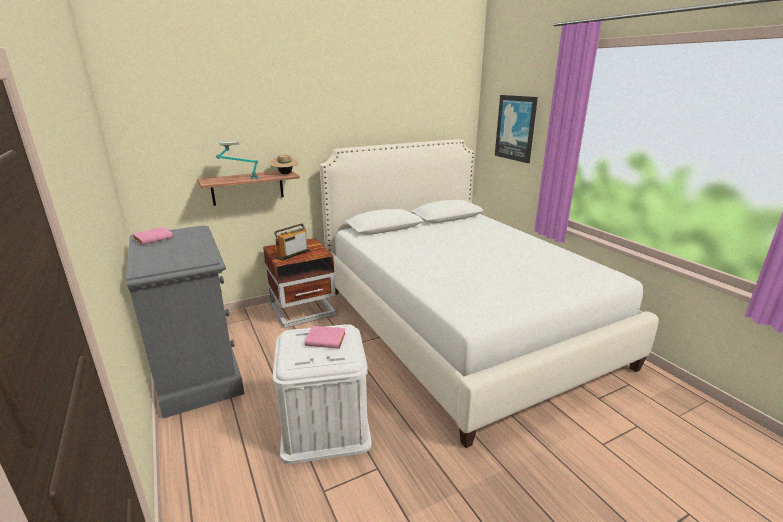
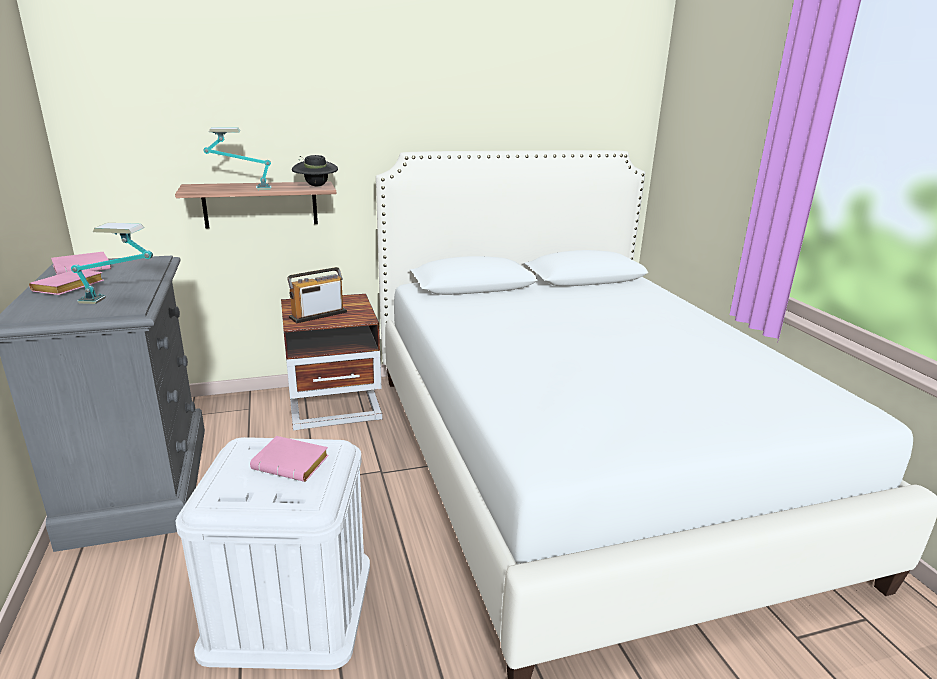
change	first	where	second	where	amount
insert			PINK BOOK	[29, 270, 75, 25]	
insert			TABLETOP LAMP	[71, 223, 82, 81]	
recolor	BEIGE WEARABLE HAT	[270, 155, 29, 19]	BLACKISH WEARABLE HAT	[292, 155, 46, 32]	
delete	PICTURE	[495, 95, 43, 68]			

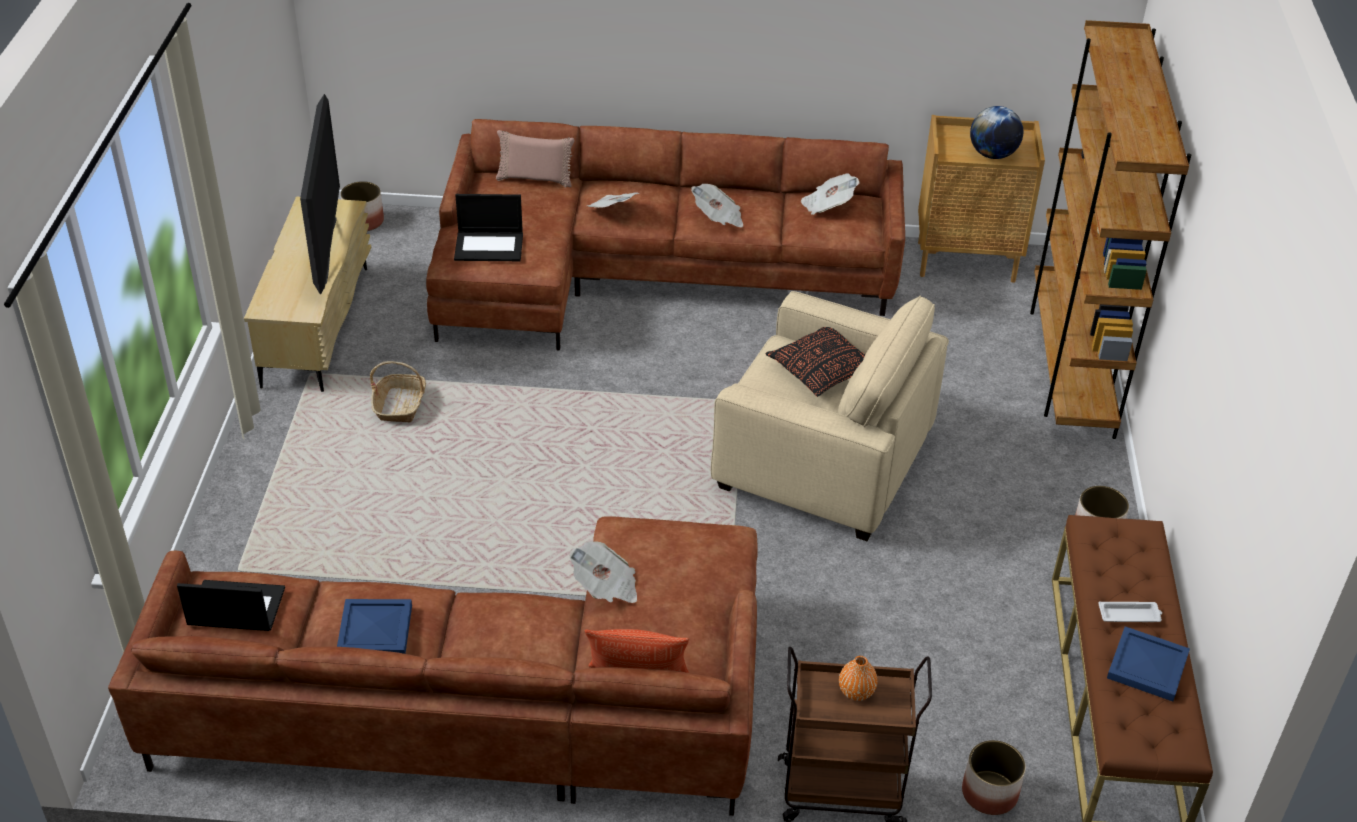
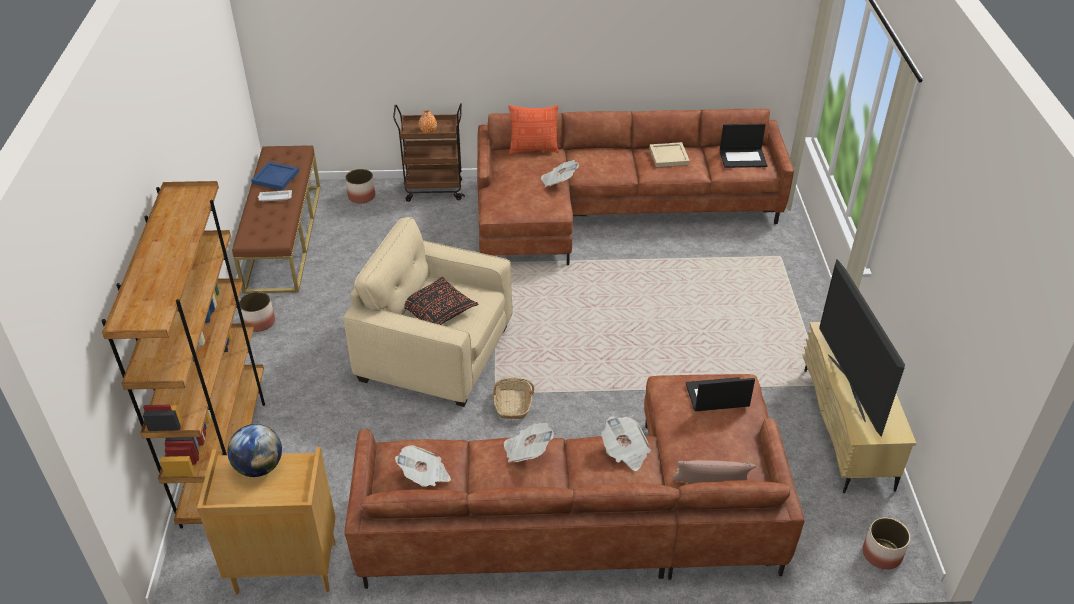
change	first	where	second	where	amount
move	HOUSEHOLD BASKET	[370, 361, 56, 62]		[493, 377, 41, 42]	
recolor	BLUISH SERVING TRAY	[337, 599, 75, 55]	BEIGE SERVING TRAY	[649, 142, 41, 25]	

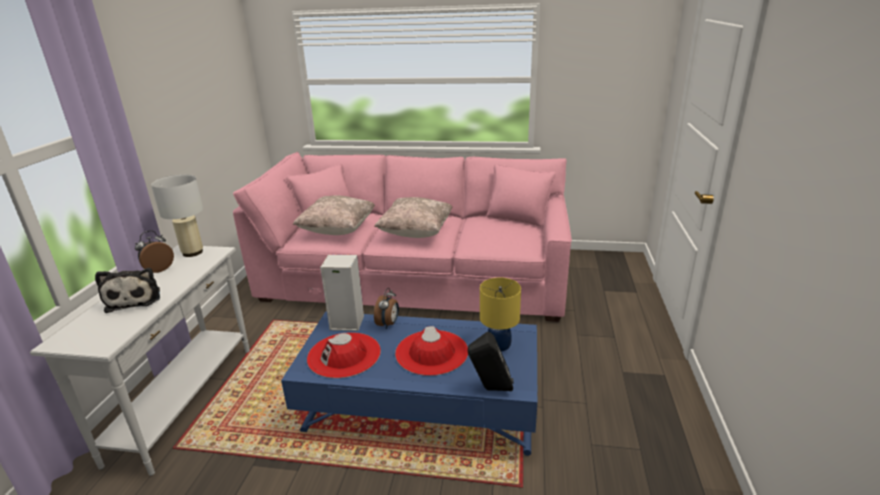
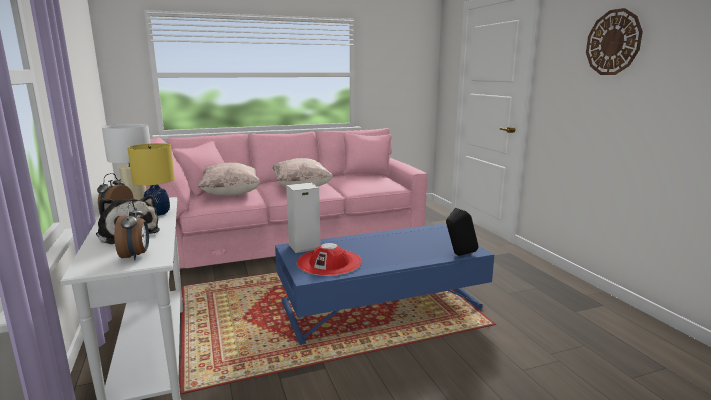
change	first	where	second	where	amount
move	TABLE CLOCK	[374, 288, 25, 41]		[114, 201, 35, 59]	
move	YELLOWISH TABLETOP LAMP	[480, 278, 41, 74]		[128, 143, 47, 73]	
insert			CLOCK ON THE WALL	[586, 8, 57, 67]	
delete	RED WEARABLE HAT	[395, 326, 73, 50]			

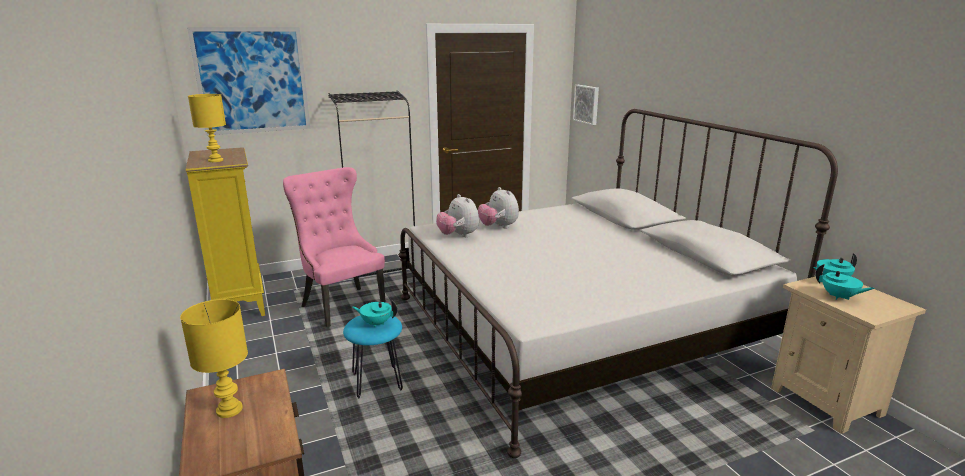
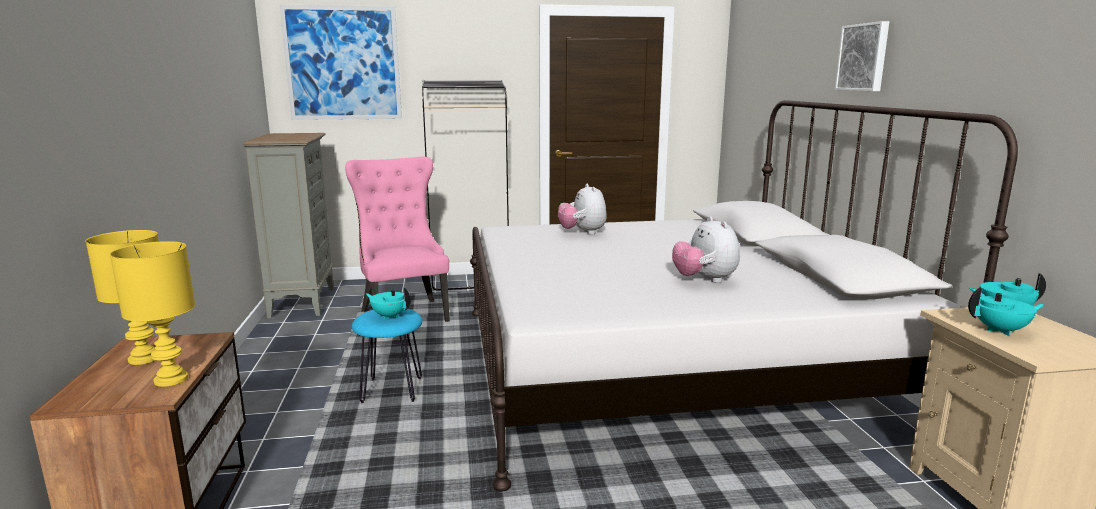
change	first	where	second	where	amount
move	YELLOWISH TABLETOP LAMP	[188, 94, 38, 68]		[110, 241, 85, 146]	
recolor	YELLOWISH CHEST OF DRAWERS	[186, 147, 79, 169]	GREY CHEST OF DRAWERS	[243, 133, 91, 185]	
move	SOFT TOY	[436, 194, 43, 43]		[672, 216, 68, 67]	
move	PICTURE	[573, 85, 26, 40]		[835, 21, 54, 70]	
rotate	TURQUOISE POT FOR TEA	[816, 264, 59, 36]		[968, 287, 76, 49]	60 degrees counterclockwise

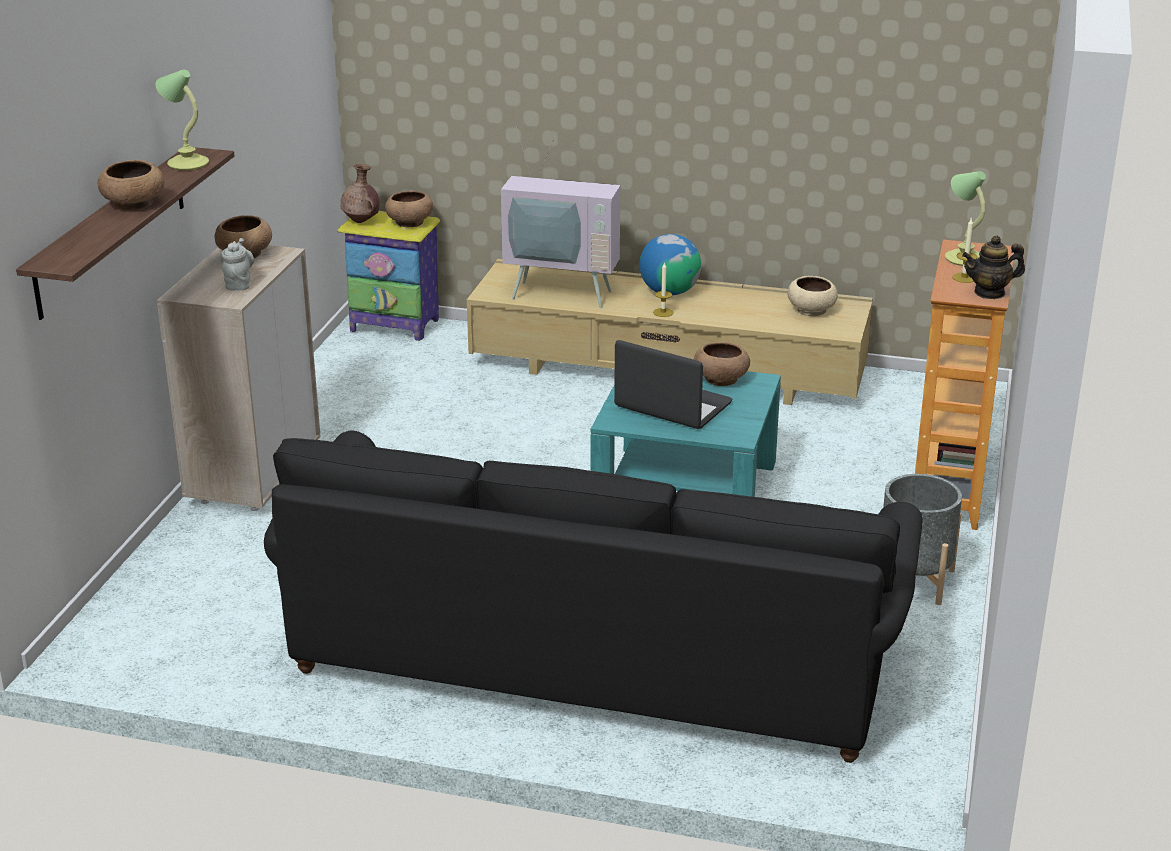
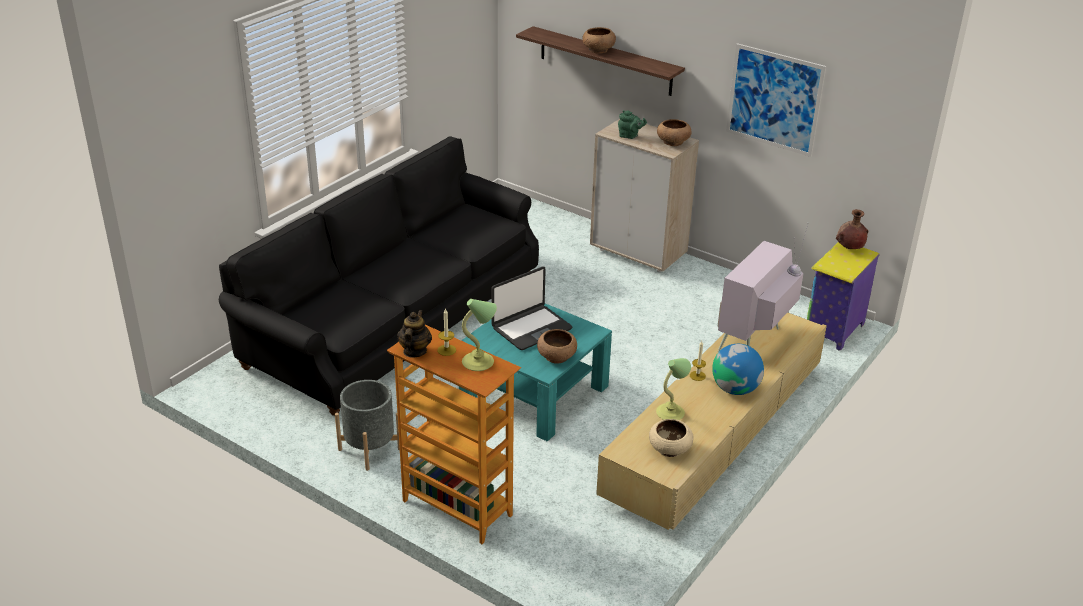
change	first	where	second	where	amount
recolor	GREY POT FOR TEA	[220, 238, 34, 52]	GREENISH POT FOR TEA	[618, 110, 29, 29]	
move	TABLETOP LAMP	[156, 69, 53, 101]		[656, 358, 35, 62]	
insert			PICTURE	[726, 43, 100, 114]	
delete	BROWNISH BOWL	[385, 191, 48, 36]			

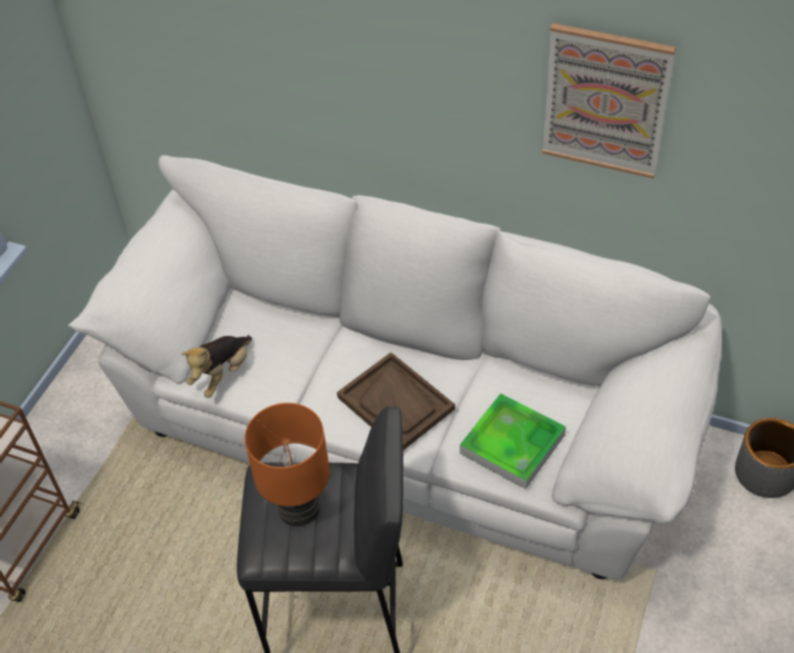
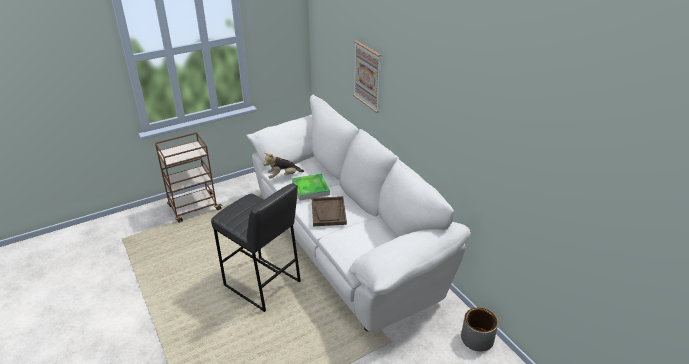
change	first	where	second	where	amount
move	SERVING TRAY	[460, 393, 106, 96]		[292, 173, 38, 28]	
move	PICTURE	[542, 23, 134, 156]		[353, 40, 28, 73]	
delete	ORANGEY TABLETOP LAMP	[245, 403, 85, 123]			

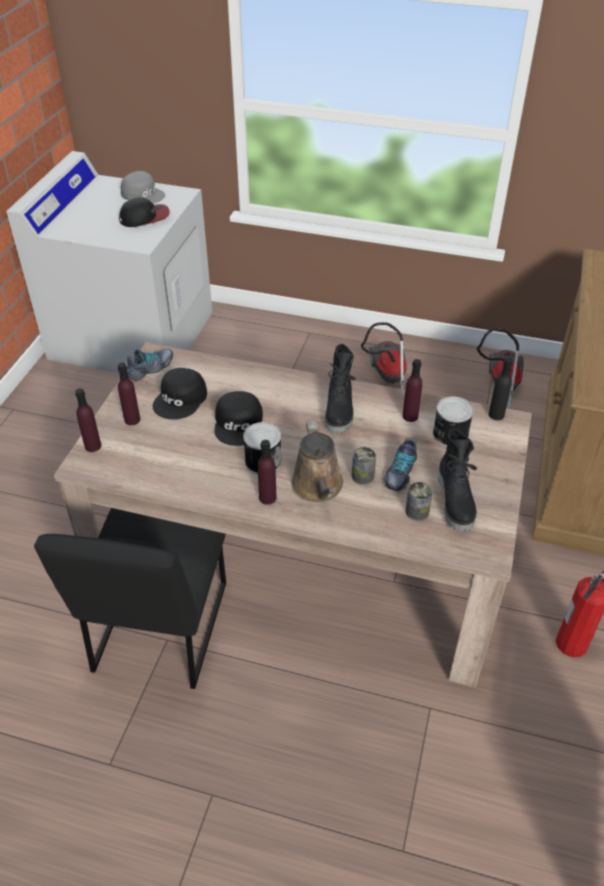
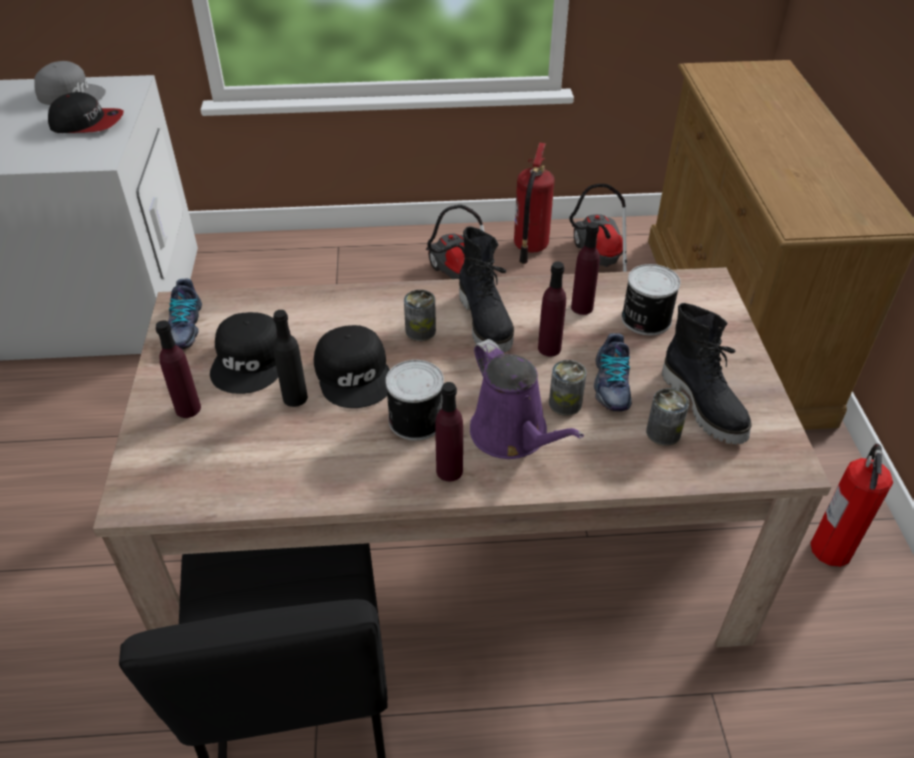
change	first	where	second	where	amount
rotate	CAP	[119, 197, 51, 30]		[48, 92, 76, 41]	45 degrees clockwise
rotate	ITEM OF FOOTWEAR	[127, 348, 46, 33]		[168, 278, 34, 72]	150 degrees clockwise
move	BLACKISH BOTTLE	[489, 358, 24, 62]		[273, 310, 35, 97]	
insert			SEALED CAN	[404, 290, 32, 51]	
recolor	BROWNISH SPRINKLING CAN	[291, 421, 52, 81]	PURPLE-COLOURED SPRINKLING CAN	[470, 339, 114, 120]	
insert			FIRE EXTINGUISHER	[514, 142, 40, 122]	
move	PURPLE-COLOURED BOTTLE	[75, 388, 26, 64]		[538, 261, 28, 95]	

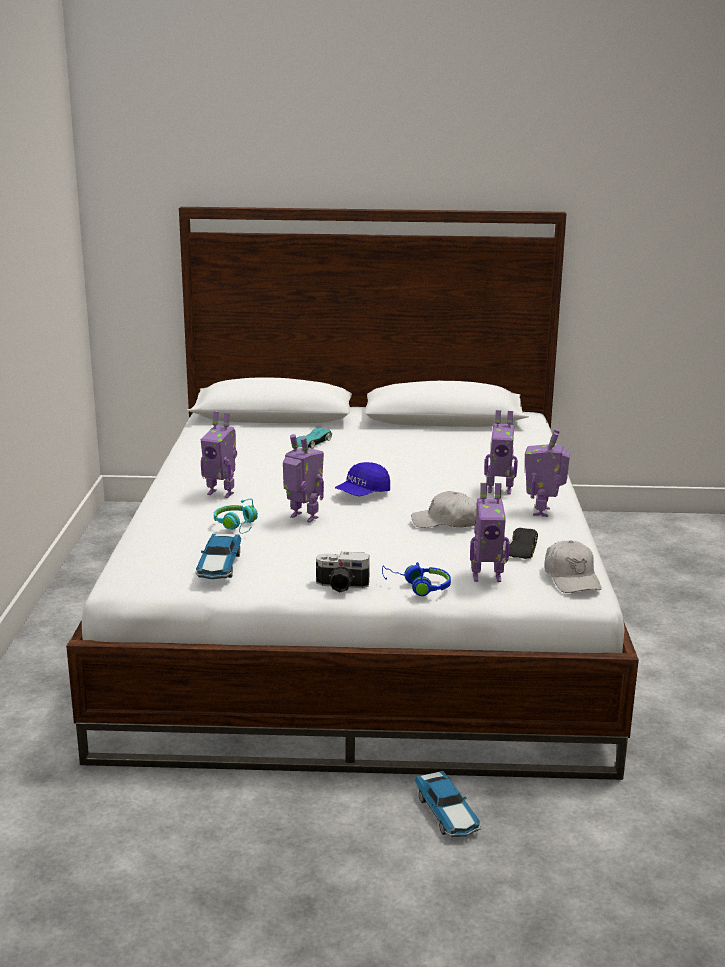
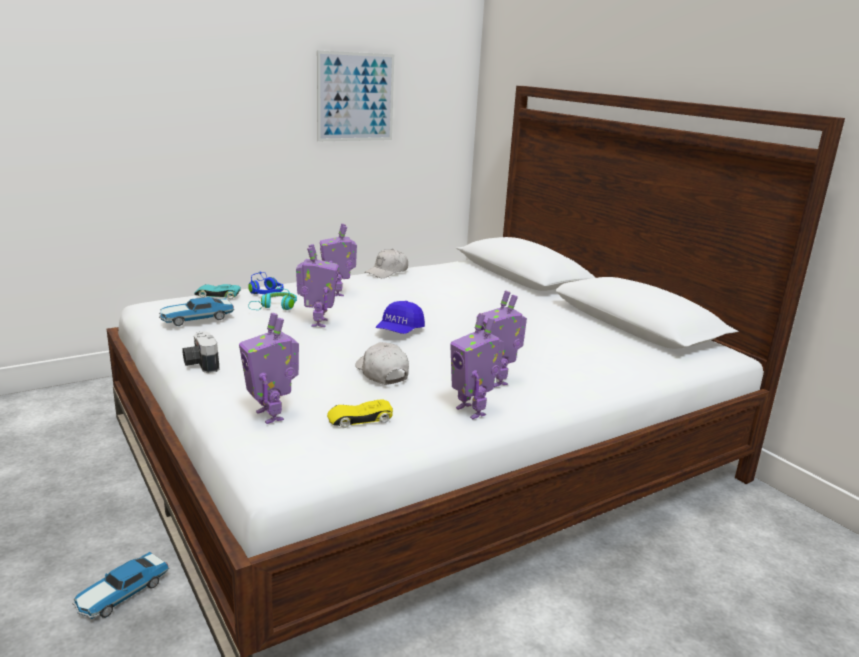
change	first	where	second	where	amount
move	TURQUOISE TOY CAR	[296, 428, 36, 20]		[194, 284, 47, 15]	
move	BLUISH PAIR OF HEADPHONES	[382, 562, 69, 34]		[248, 272, 36, 22]	
insert			PICTURE	[317, 51, 77, 90]	
recolor	BLACKISH TOY CAR	[509, 528, 29, 31]	YELLOWISH TOY CAR	[327, 399, 66, 29]	
move	WHITE-COLOURED CAP	[545, 540, 57, 53]		[364, 249, 44, 29]	
rotate	BLUISH CAP	[335, 462, 55, 34]		[376, 301, 49, 33]	75 degrees counterclockwise
rotate	ROBOT FIGURE	[525, 429, 45, 88]		[450, 313, 54, 106]	105 degrees counterclockwise

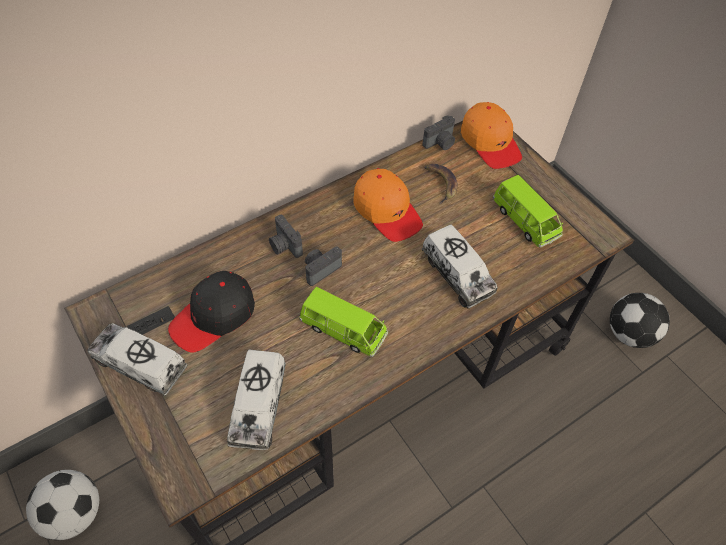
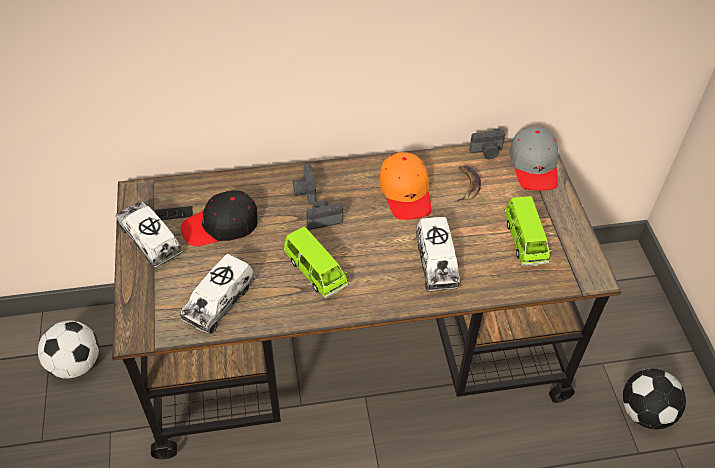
change	first	where	second	where	amount
recolor	ORANGEY CAP	[461, 102, 61, 67]	GREY CAP	[509, 126, 50, 65]	

